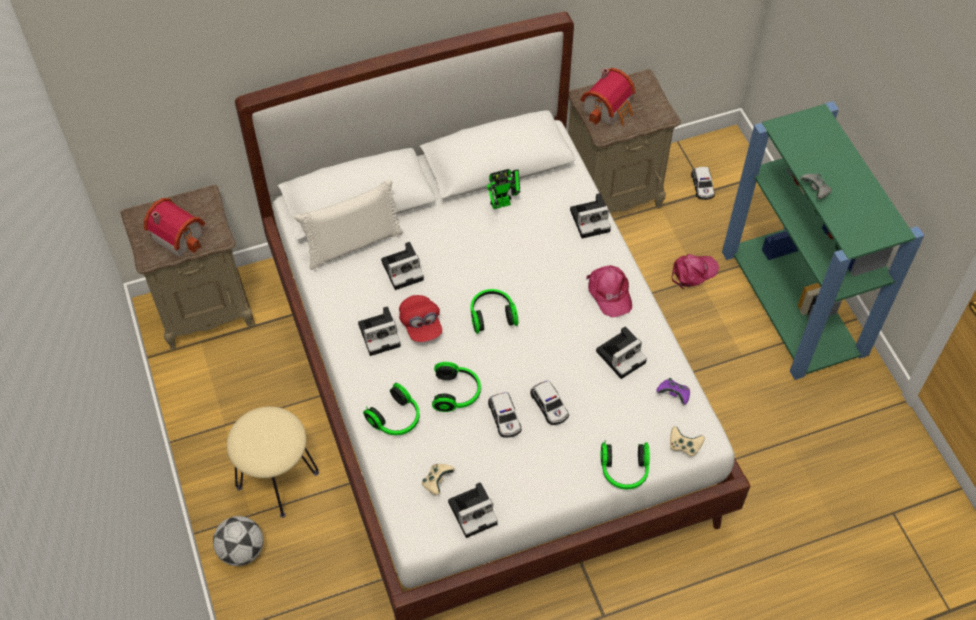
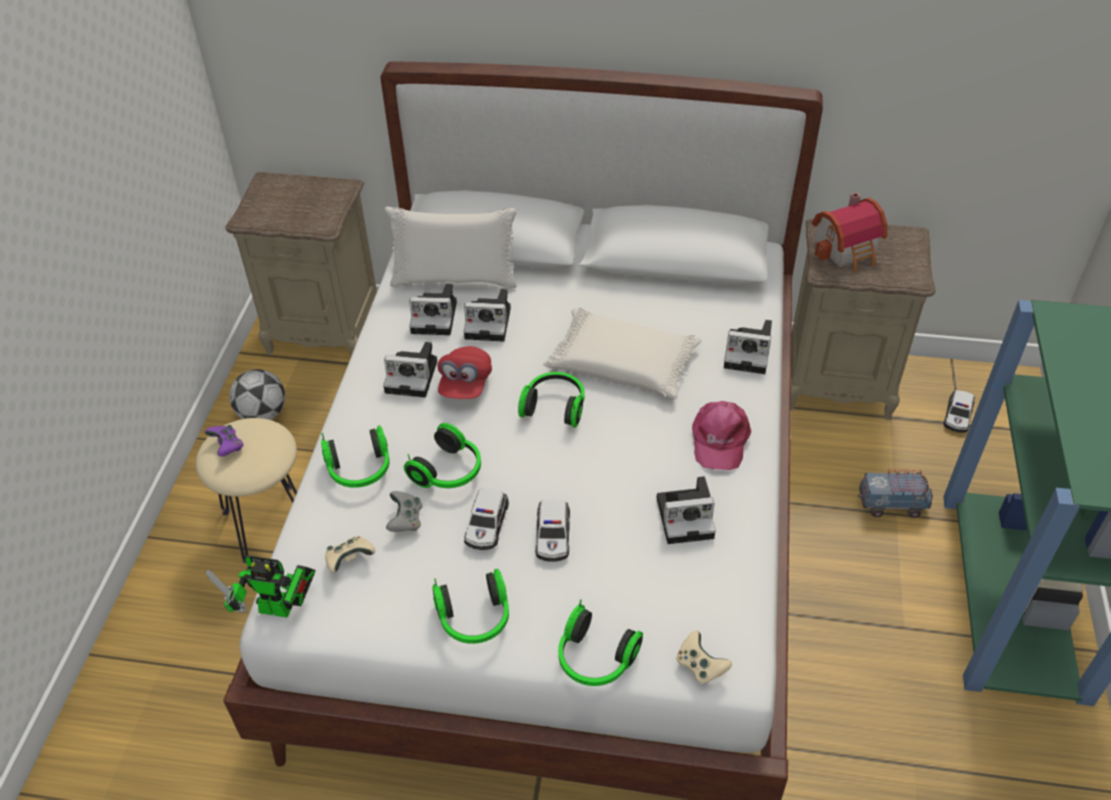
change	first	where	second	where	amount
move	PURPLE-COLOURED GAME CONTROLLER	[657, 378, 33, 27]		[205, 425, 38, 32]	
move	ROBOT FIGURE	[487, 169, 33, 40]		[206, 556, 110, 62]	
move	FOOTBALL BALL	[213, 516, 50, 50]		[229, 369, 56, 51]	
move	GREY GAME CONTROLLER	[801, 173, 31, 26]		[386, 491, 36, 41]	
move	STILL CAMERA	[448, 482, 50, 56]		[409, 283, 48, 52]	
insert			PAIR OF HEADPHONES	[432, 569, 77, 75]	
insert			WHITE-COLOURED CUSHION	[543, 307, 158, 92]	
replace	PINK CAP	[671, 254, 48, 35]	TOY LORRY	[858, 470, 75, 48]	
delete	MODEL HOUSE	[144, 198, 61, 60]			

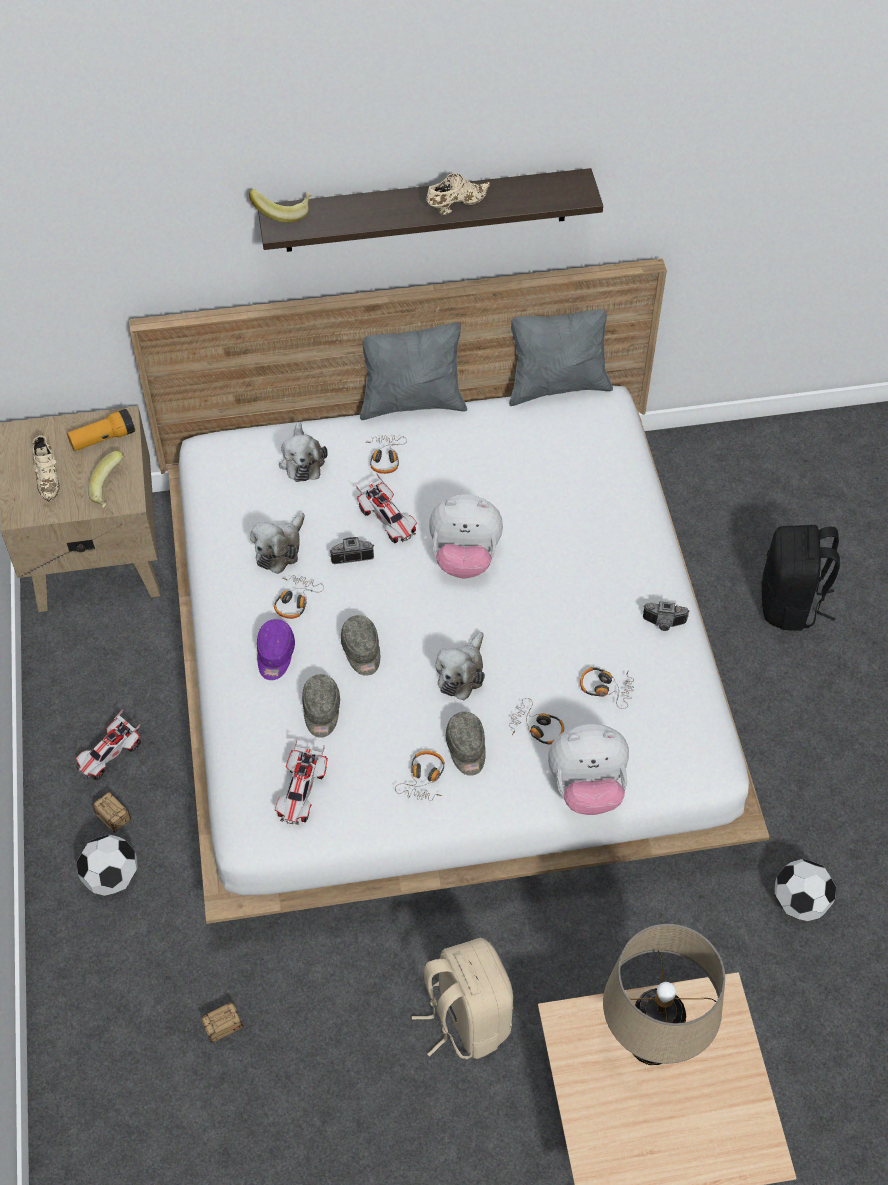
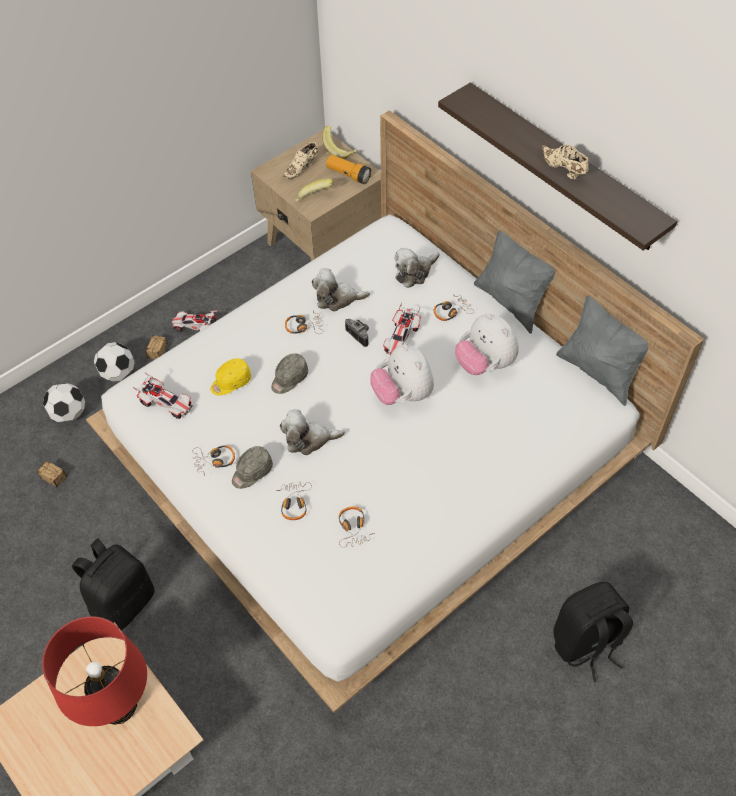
change	first	where	second	where	amount
recolor	BEIGE TABLETOP LAMP	[603, 924, 122, 141]	RED TABLETOP LAMP	[42, 616, 105, 110]	
move	FOOTBALL BALL	[774, 859, 62, 62]		[43, 383, 42, 39]	
recolor	BEIGE RUCKSACK	[412, 938, 101, 121]	BLACKISH RUCKSACK	[72, 538, 82, 92]	
rotate	TOY CAR	[275, 739, 53, 86]		[133, 373, 60, 46]	135 degrees counterclockwise
recolor	GREY CAP	[302, 674, 38, 64]	YELLOWISH CAP	[210, 358, 41, 37]	
move	BANANA FRUIT	[249, 189, 62, 34]		[322, 126, 35, 33]	
move	SOFT TOY	[548, 723, 81, 92]		[455, 314, 64, 61]	
rotate	BEIGE ITEM OF FOOTWEAR	[426, 173, 64, 42]		[542, 145, 47, 34]	150 degrees counterclockwise
delete	PURPLE-COLOURED CAP	[257, 619, 38, 61]			
delete	STILL CAMERA	[643, 601, 47, 30]			

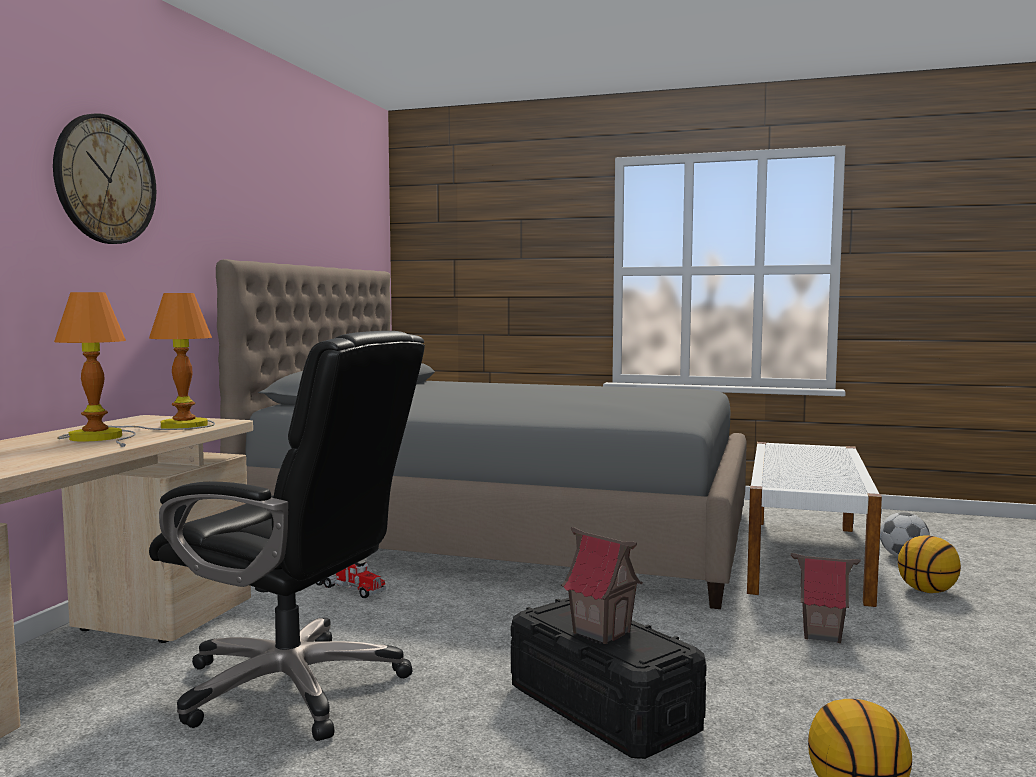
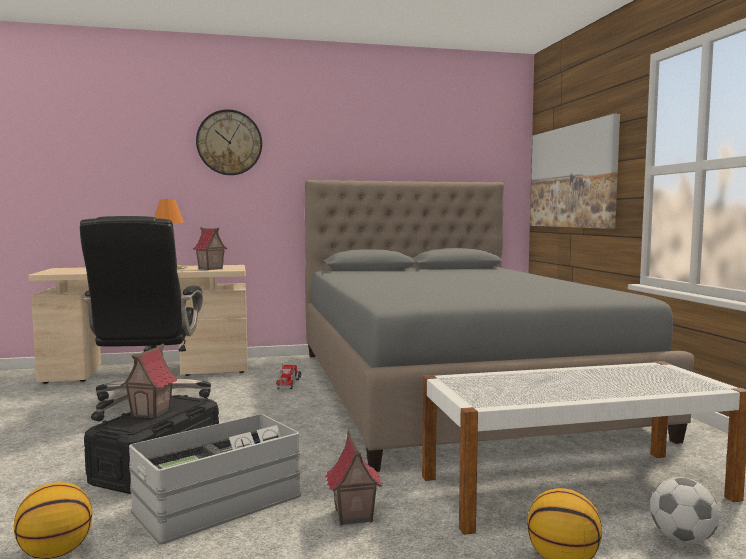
change	first	where	second	where	amount
insert			GREY STORAGE CONTAINER	[129, 414, 172, 130]	
replace	TABLETOP LAMP	[107, 293, 108, 137]	MODEL HOUSE	[193, 227, 35, 43]	
insert			PICTURE	[530, 114, 90, 115]	

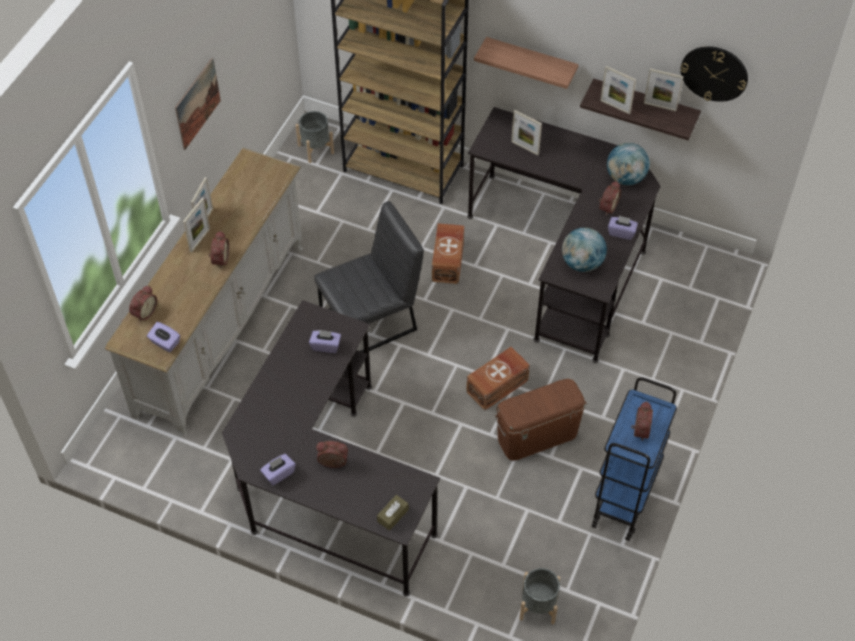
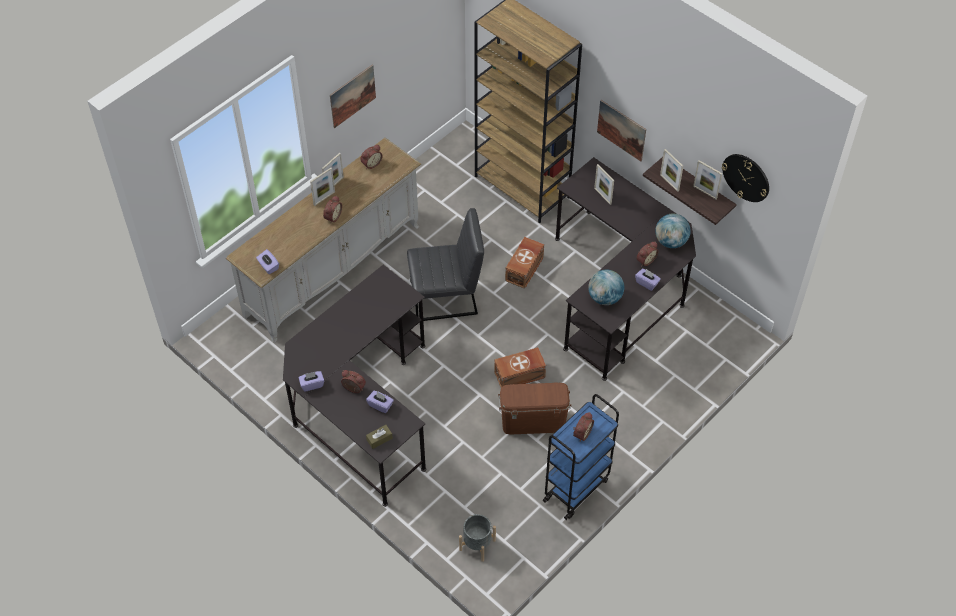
change	first	where	second	where	amount
move	TABLE CLOCK	[129, 286, 28, 36]		[360, 145, 22, 24]	
move	PURPLE-COLOURED TISSUE HOLDER	[309, 330, 32, 23]		[366, 391, 28, 22]	
replace	SHELF	[474, 37, 105, 52]	PICTURE	[597, 100, 49, 62]	
delete	GREY PLANT POT	[296, 111, 38, 52]			

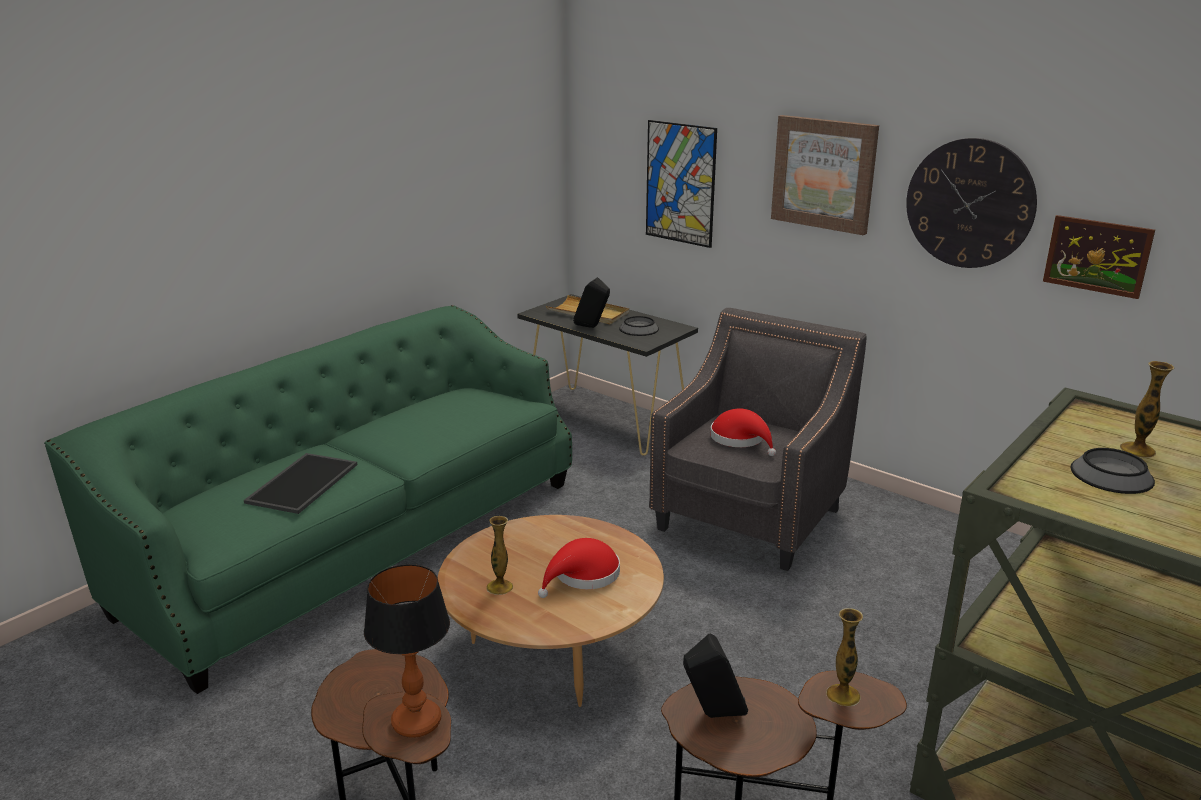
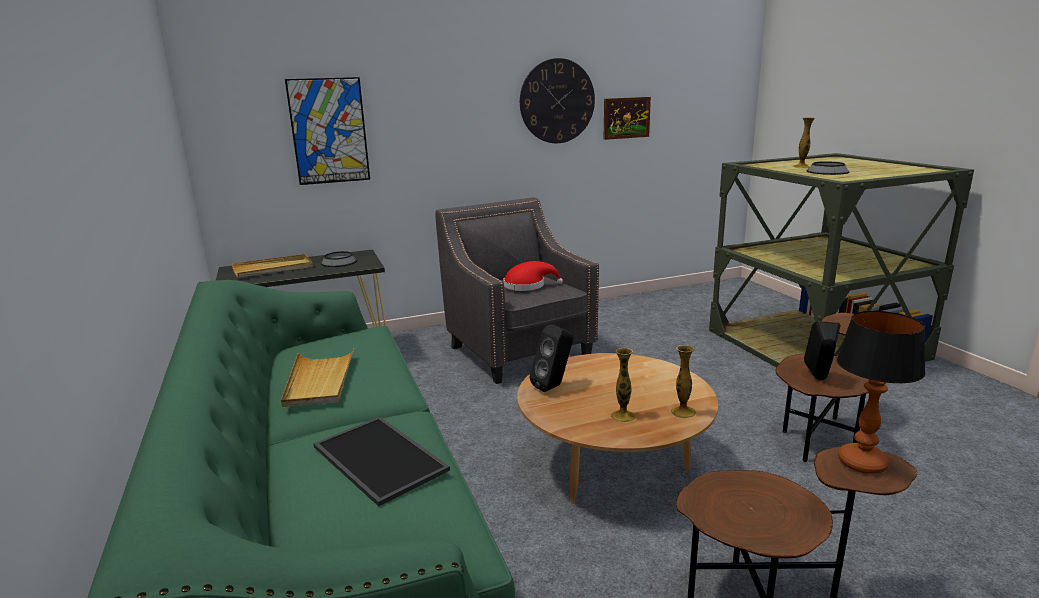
change	first	where	second	where	amount
insert			BEIGE SERVING TRAY	[281, 349, 73, 58]	
move	BLACKISH LOUDSPEAKER	[573, 277, 37, 51]		[530, 324, 44, 68]	
move	DECORATIVE VASE	[826, 608, 37, 98]		[671, 345, 25, 74]	
delete	RED WEARABLE HAT	[538, 538, 82, 60]			
delete	PICTURE	[771, 115, 108, 120]			

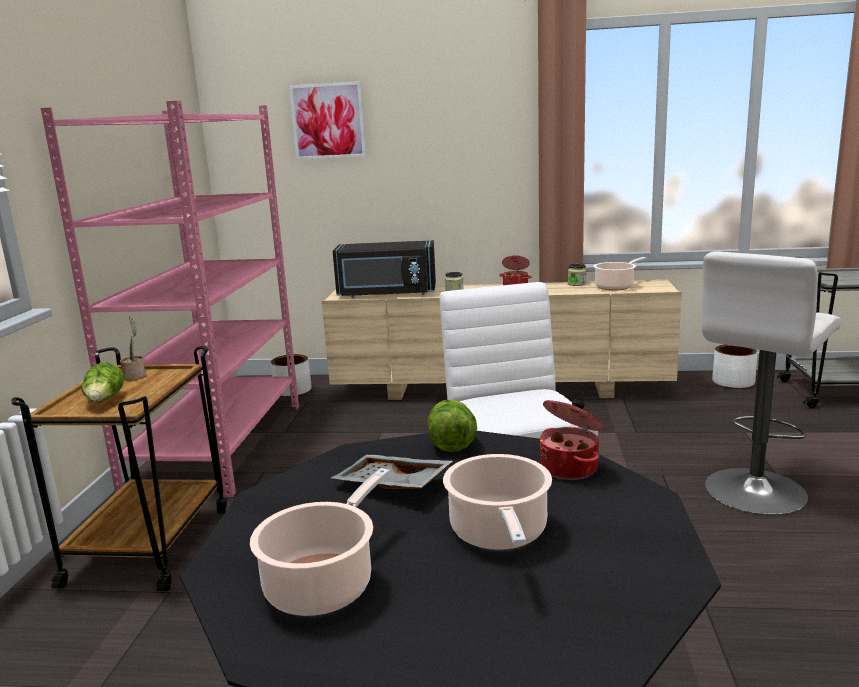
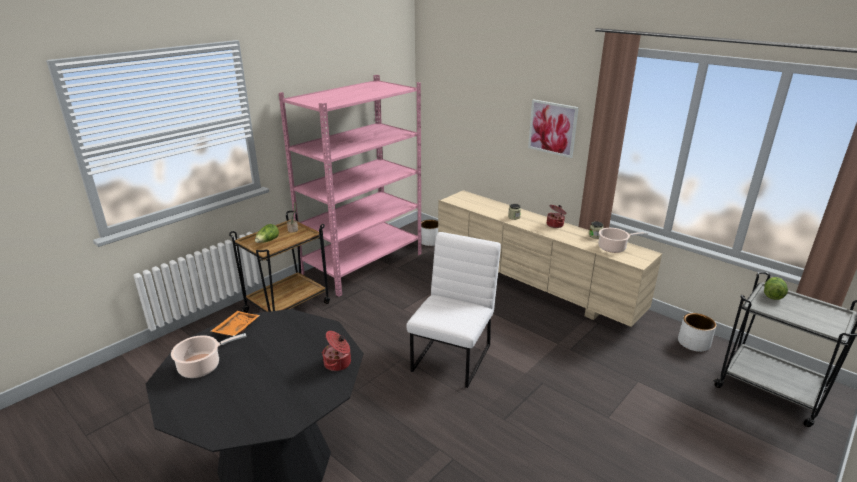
change	first	where	second	where	amount
insert			ORANGEY SERVING TRAY	[211, 311, 49, 25]	
move	PICTURE	[289, 81, 77, 79]		[528, 99, 51, 59]	
move	LETTUCE HEAD	[427, 399, 50, 53]		[764, 277, 24, 23]	
delete	GREY SERVING TRAY	[331, 455, 122, 34]			
delete	BLACKISH MICROWAVE	[333, 240, 103, 58]			
delete	COOKING POT	[443, 454, 109, 96]			
delete	WHITE-COLOURED SITTING STOOL	[701, 251, 140, 264]			

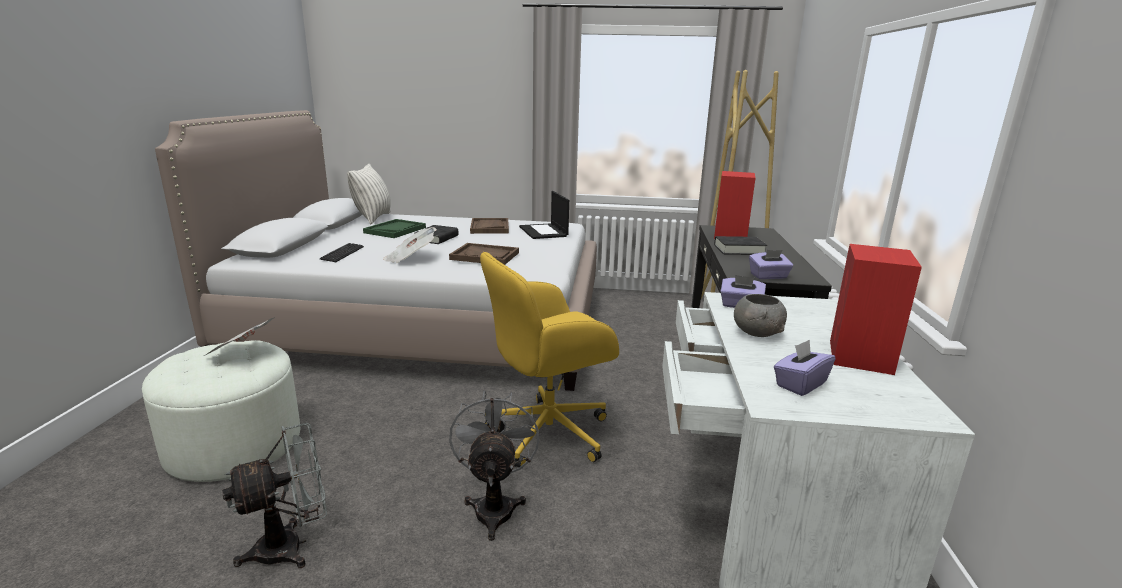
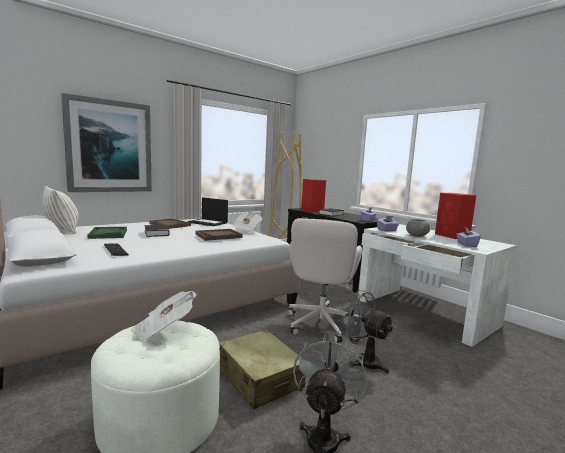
change	first	where	second	where	amount
insert			PICTURE	[61, 93, 91, 99]	
insert			BEIGE PIECE OF LUGGAGE	[219, 329, 87, 81]	
move	DAILY PAPER	[383, 227, 54, 36]		[233, 212, 29, 21]	
recolor	YELLOWISH OFFICE CHAIR	[480, 252, 139, 215]	WHITE-COLOURED OFFICE CHAIR	[288, 218, 74, 125]	

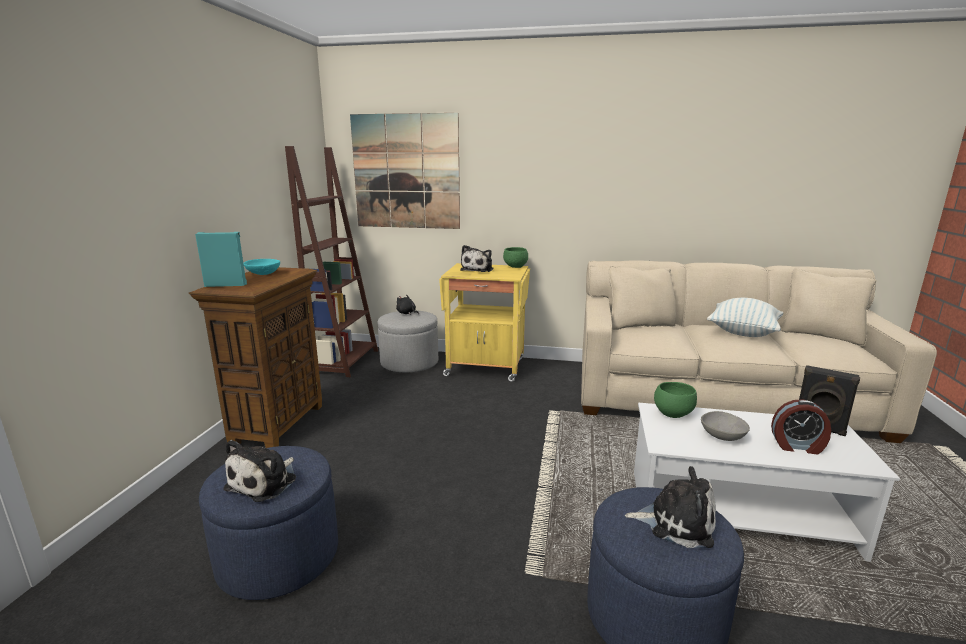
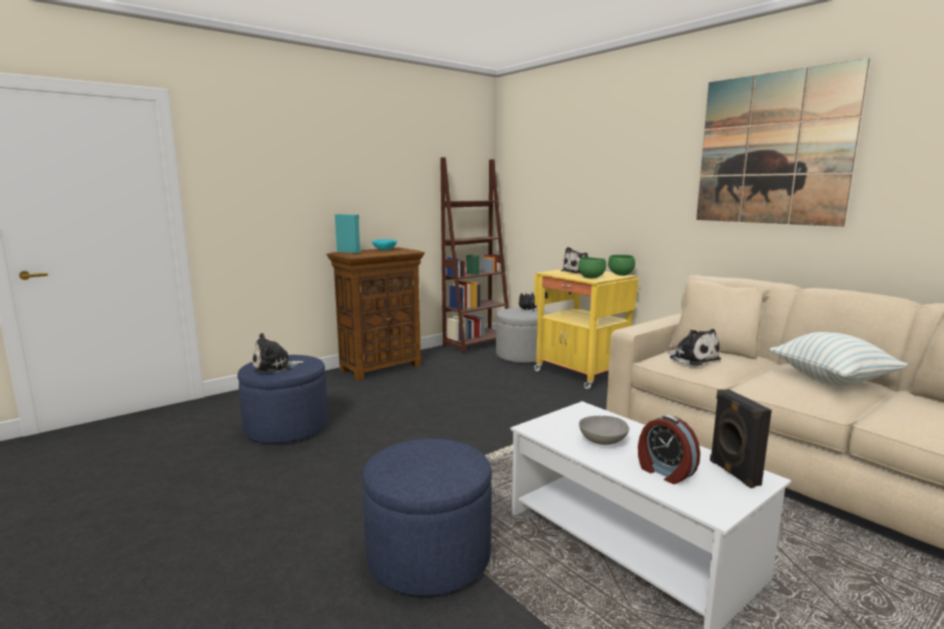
change	first	where	second	where	amount
move	GREENISH BOWL	[654, 382, 43, 36]		[578, 257, 28, 21]	
move	SOFT TOY	[625, 466, 91, 82]		[664, 329, 57, 37]	
move	PICTURE	[350, 113, 110, 116]		[696, 58, 174, 169]	

